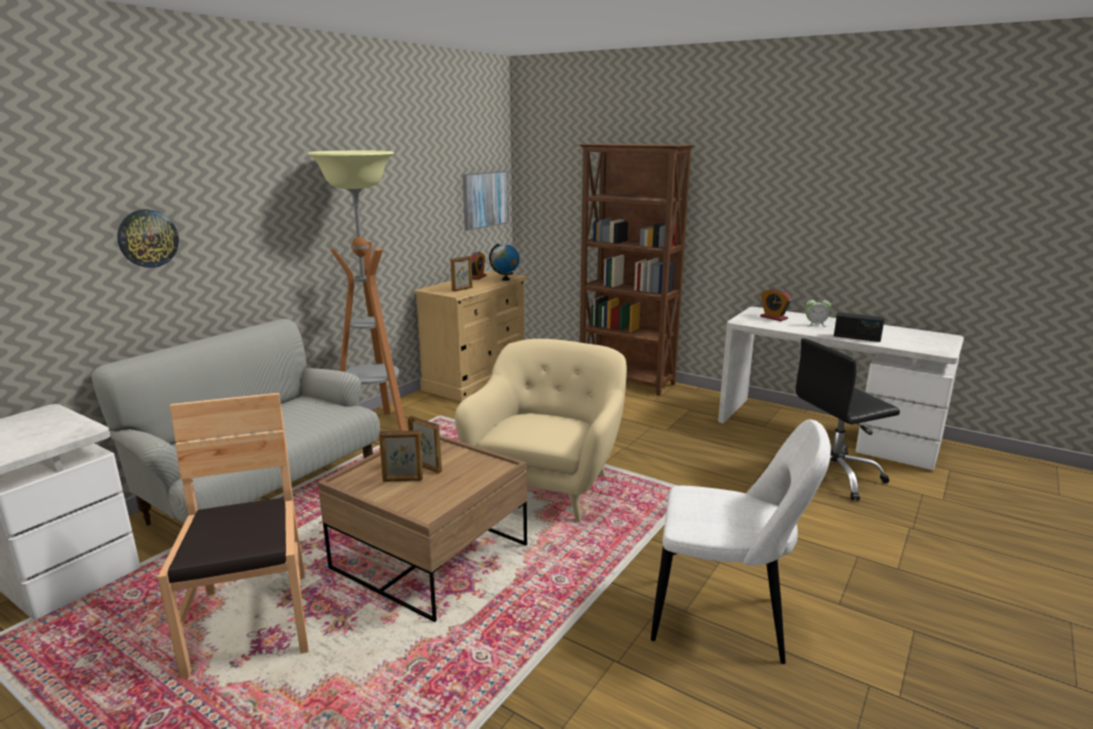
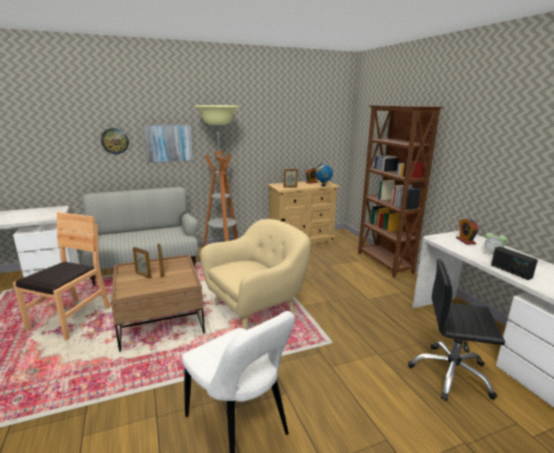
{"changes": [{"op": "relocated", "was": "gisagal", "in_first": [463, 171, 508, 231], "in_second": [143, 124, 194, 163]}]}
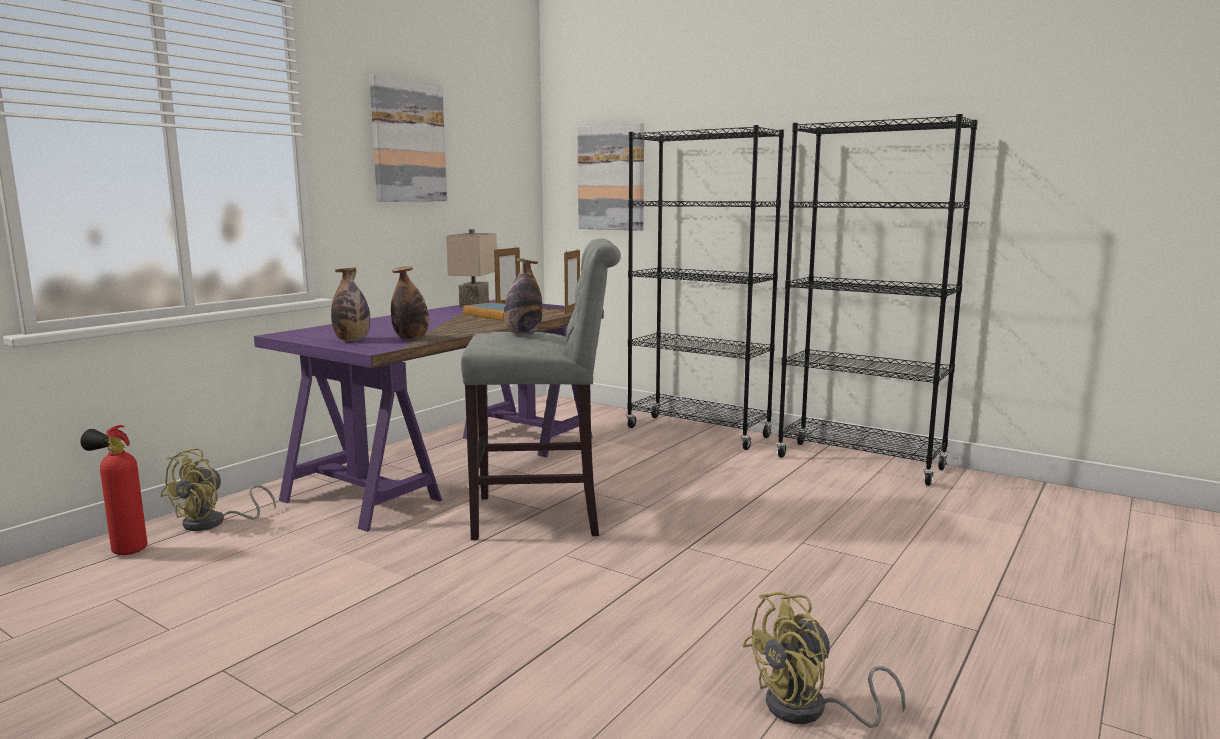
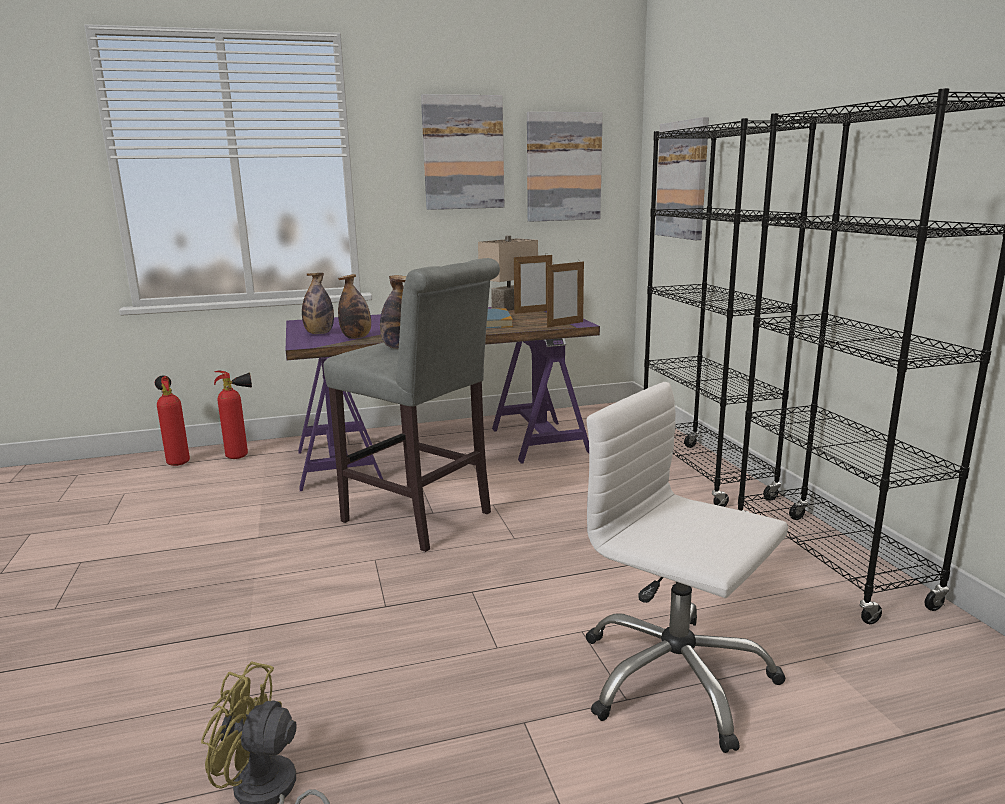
{"changes": [{"op": "exchanged", "was": "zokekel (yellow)", "now": "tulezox", "in_first": [160, 448, 276, 531], "in_second": [214, 370, 252, 459]}, {"op": "appeared", "now": "gisagal", "in_second": [527, 112, 603, 222]}, {"op": "appeared", "now": "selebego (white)", "in_second": [585, 382, 788, 753]}]}
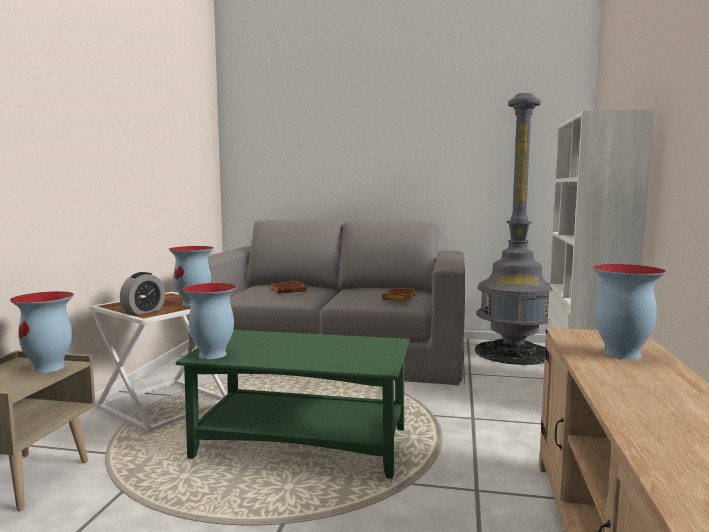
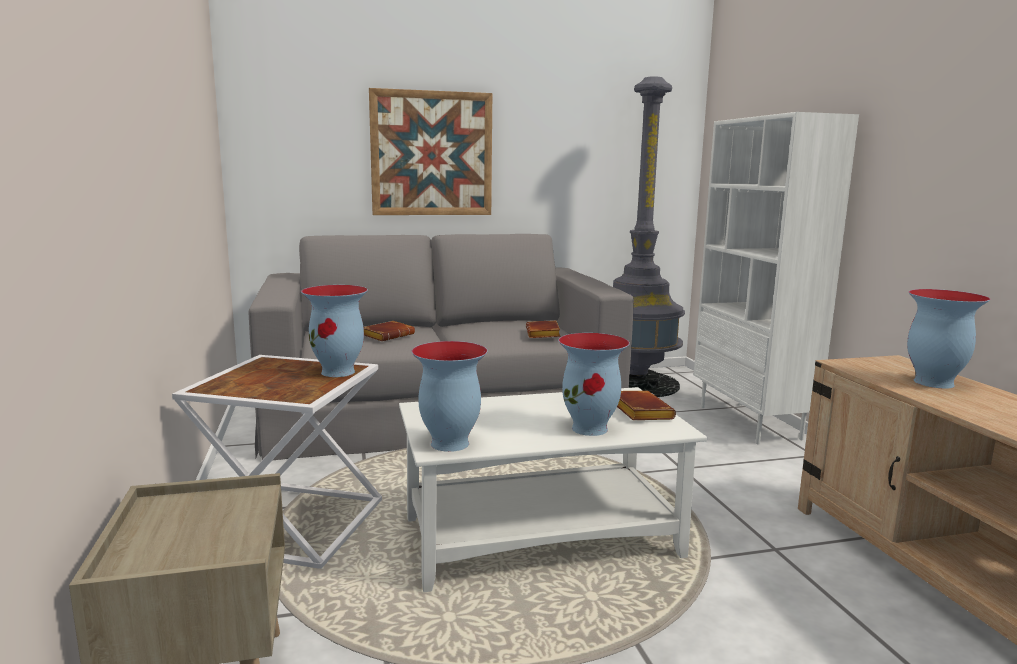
{"changes": [{"op": "relocated", "was": "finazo", "in_first": [10, 291, 74, 373], "in_second": [558, 333, 630, 436]}, {"op": "missing", "was": "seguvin", "in_first": [120, 272, 165, 315]}, {"op": "colour", "was": "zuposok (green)", "now": "zuposok (white)", "in_first": [176, 330, 410, 479], "in_second": [399, 387, 707, 592]}, {"op": "appeared", "now": "gisagal", "in_second": [369, 88, 492, 215]}, {"op": "appeared", "now": "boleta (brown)", "in_second": [617, 391, 676, 420]}]}
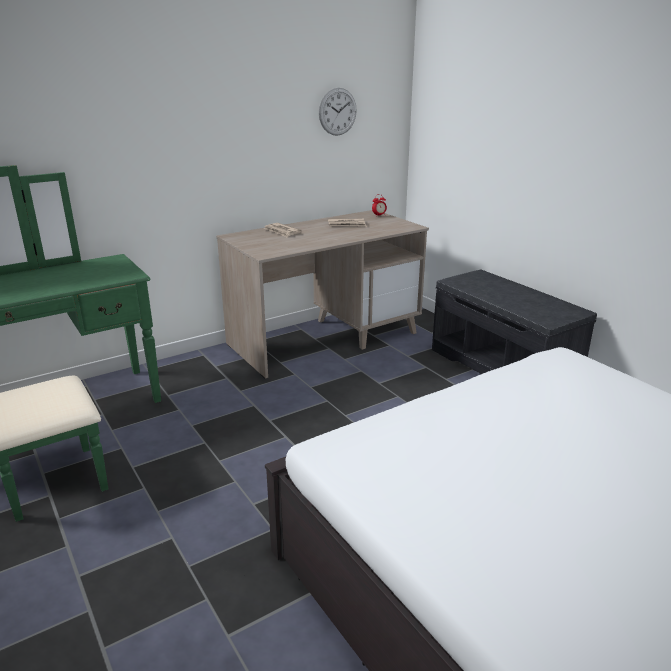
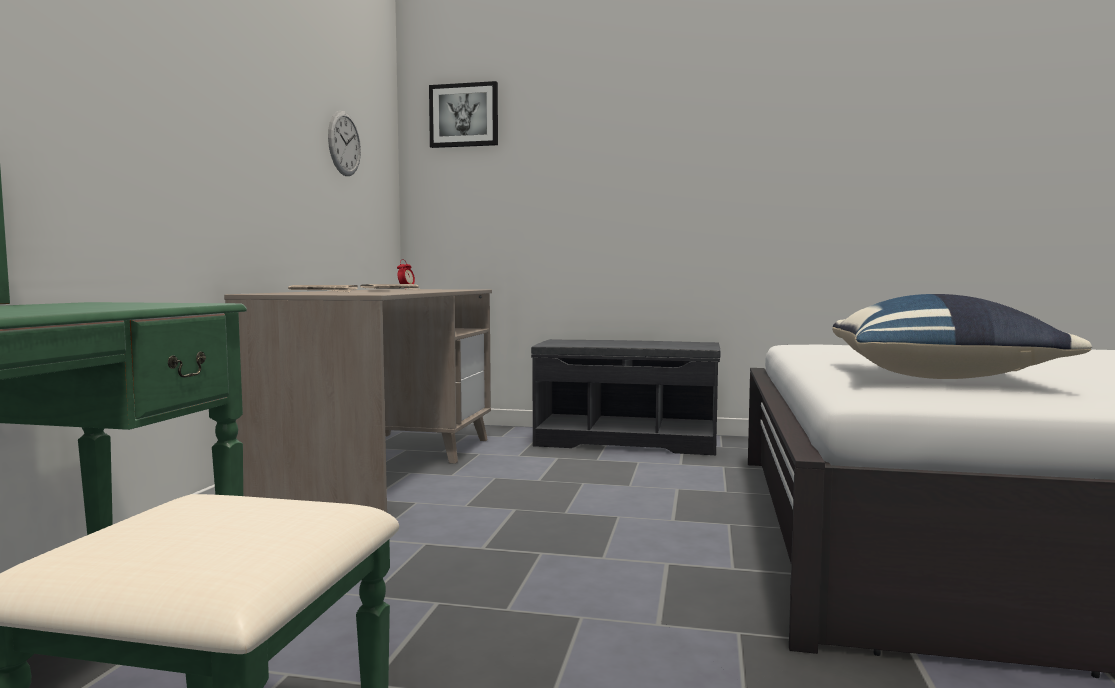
{"changes": [{"op": "appeared", "now": "gisagal", "in_second": [429, 81, 498, 148]}, {"op": "appeared", "now": "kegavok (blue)", "in_second": [832, 294, 1092, 379]}]}
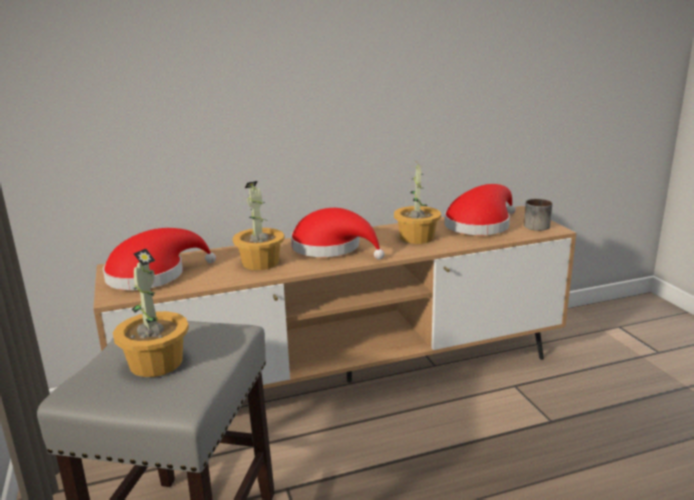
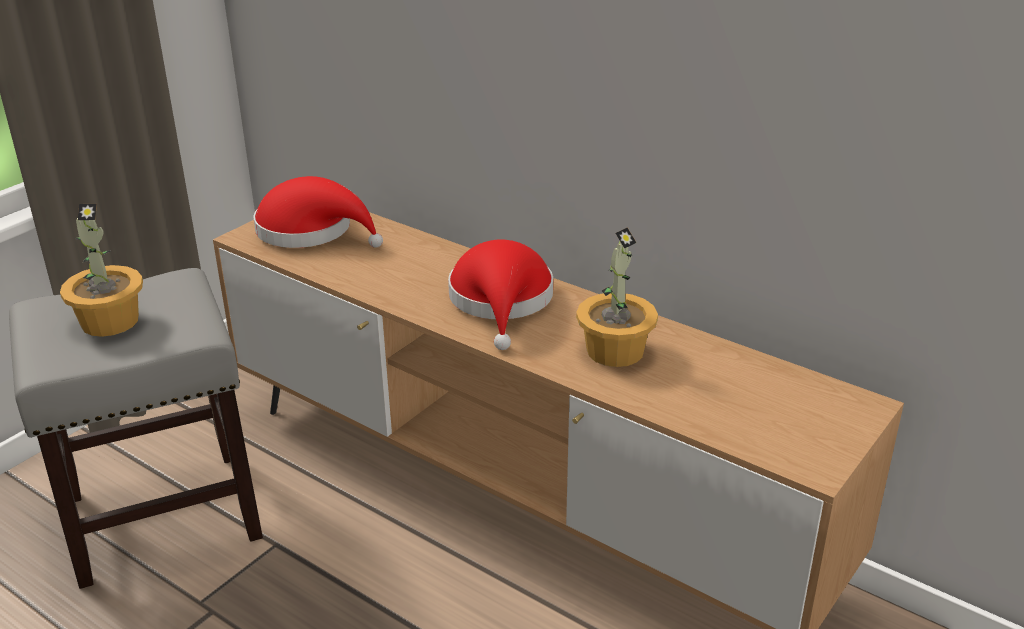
{"changes": [{"op": "missing", "was": "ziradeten", "in_first": [232, 181, 285, 270]}, {"op": "missing", "was": "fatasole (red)", "in_first": [444, 184, 516, 235]}, {"op": "missing", "was": "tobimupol", "in_first": [524, 199, 552, 231]}]}
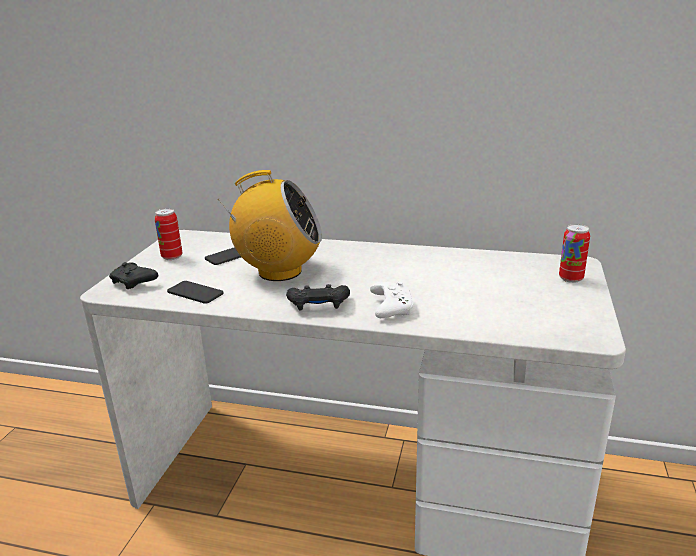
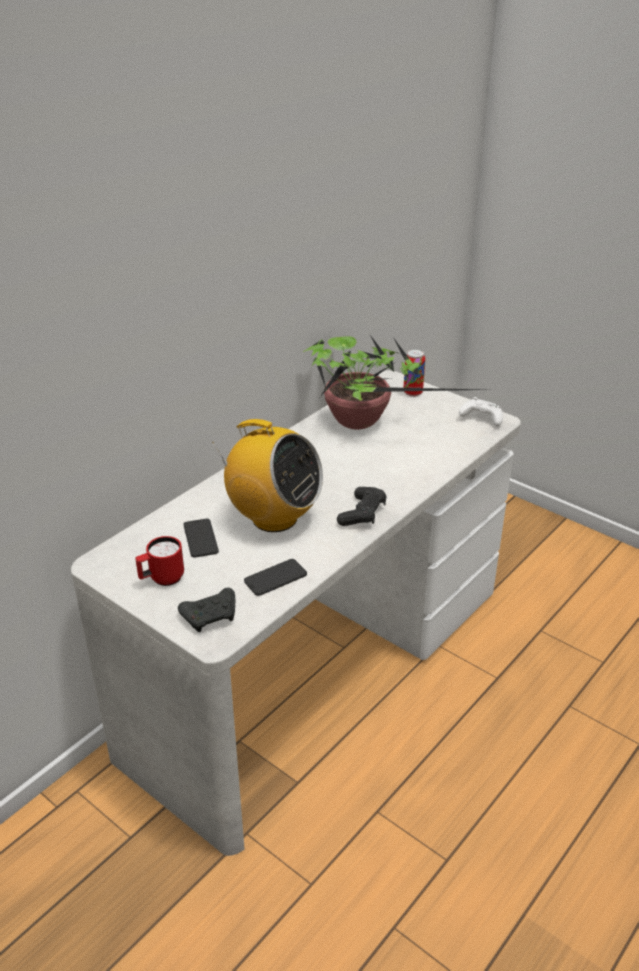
{"changes": [{"op": "exchanged", "was": "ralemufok", "now": "tobimupol (red)", "in_first": [154, 208, 182, 260], "in_second": [135, 536, 184, 586]}, {"op": "spun", "was": "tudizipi", "in_first": [217, 170, 322, 281], "in_second": [212, 419, 323, 532], "clockwise": 90}, {"op": "relocated", "was": "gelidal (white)", "in_first": [370, 281, 413, 318], "in_second": [459, 397, 503, 426]}, {"op": "appeared", "now": "ziradeten", "in_second": [303, 335, 486, 430]}]}
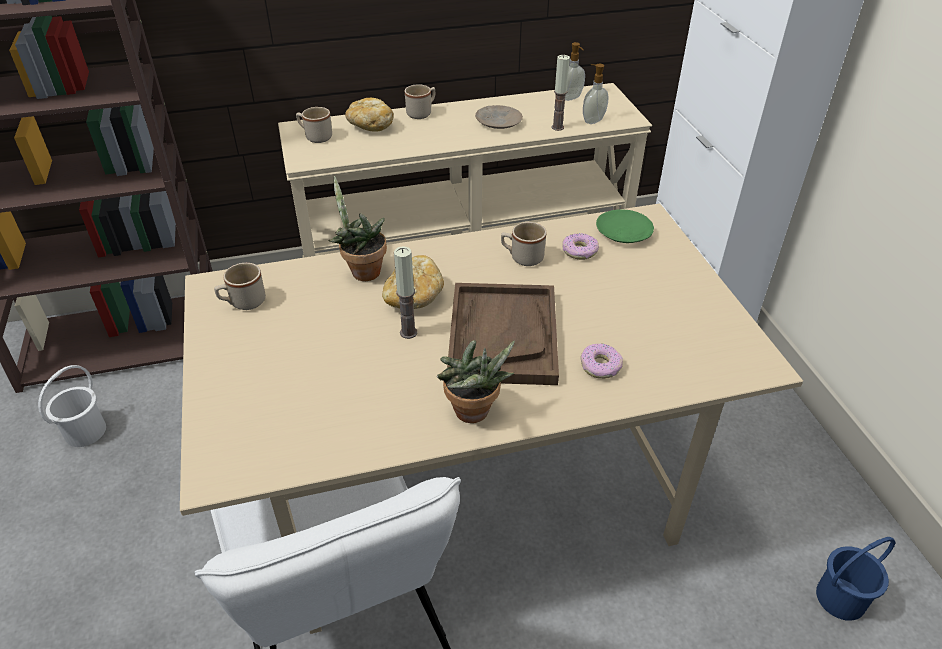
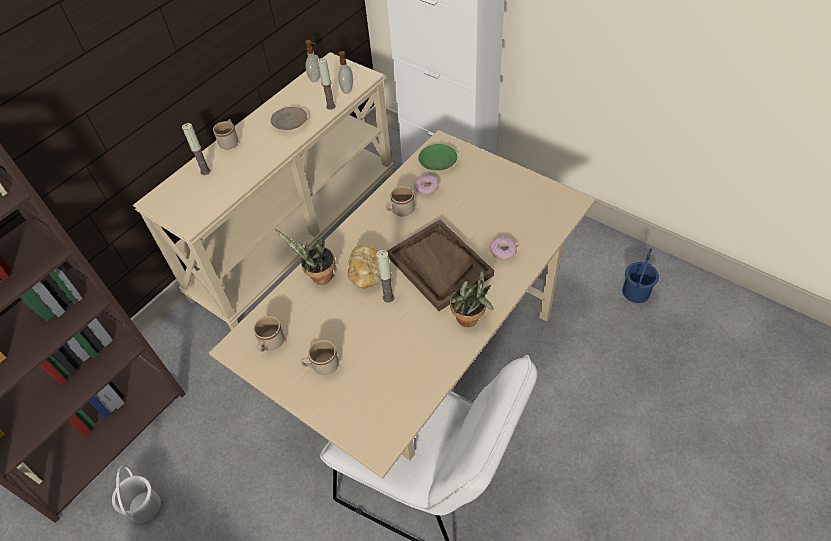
{"changes": [{"op": "relocated", "was": "tobimupol (beige)", "in_first": [296, 107, 332, 143], "in_second": [301, 340, 339, 375]}, {"op": "exchanged", "was": "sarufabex", "now": "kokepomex", "in_first": [345, 98, 394, 132], "in_second": [182, 123, 211, 175]}]}
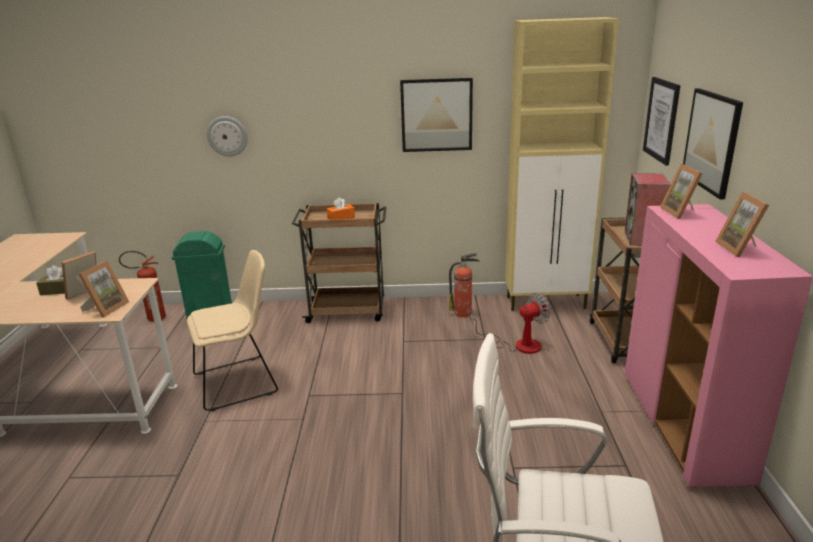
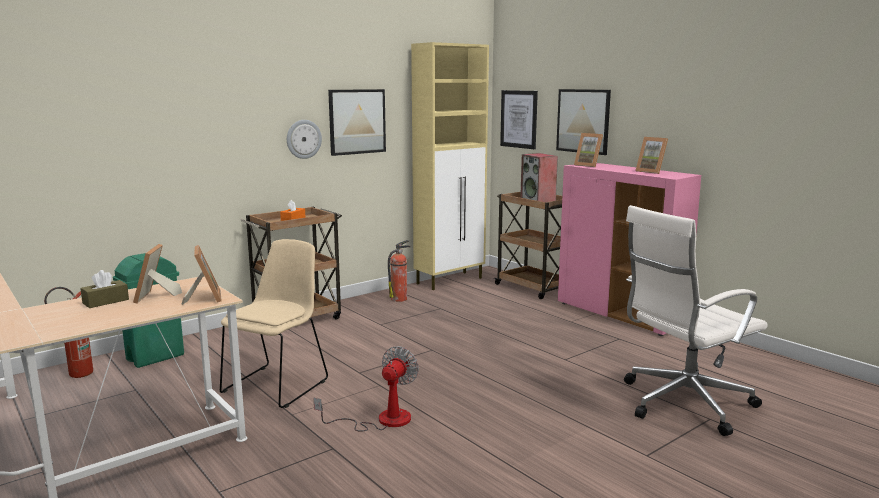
{"changes": [{"op": "relocated", "was": "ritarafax", "in_first": [207, 116, 248, 157], "in_second": [287, 120, 322, 159]}, {"op": "relocated", "was": "zokekel", "in_first": [470, 293, 551, 354], "in_second": [314, 346, 419, 432]}]}
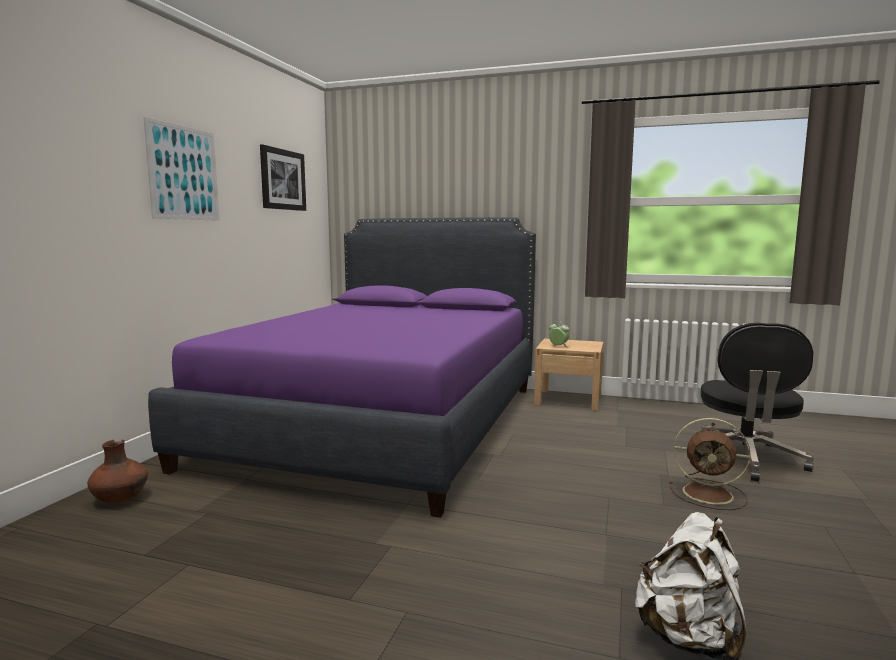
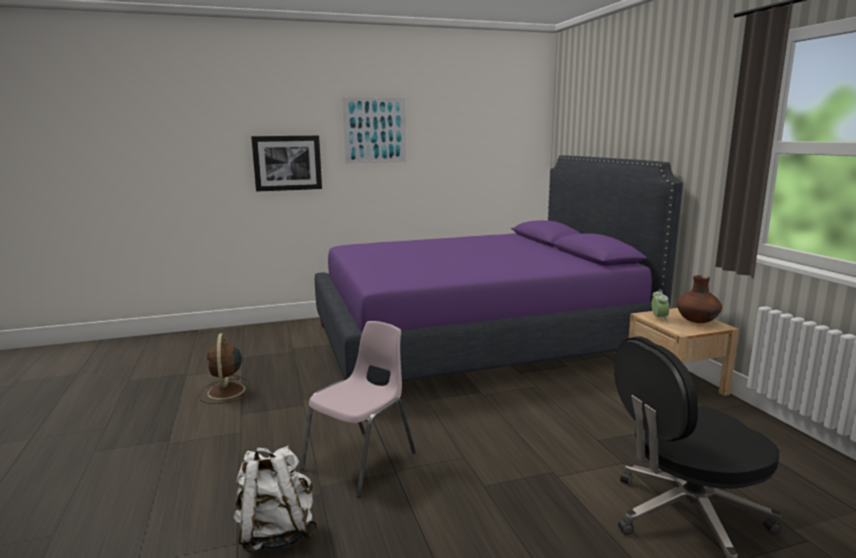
{"changes": [{"op": "relocated", "was": "finazo (brown)", "in_first": [87, 439, 148, 503], "in_second": [677, 275, 722, 323]}, {"op": "relocated", "was": "gisagal", "in_first": [260, 144, 306, 211], "in_second": [251, 135, 322, 192]}, {"op": "relocated", "was": "zokekel (brown)", "in_first": [669, 418, 751, 510], "in_second": [199, 333, 254, 404]}, {"op": "appeared", "now": "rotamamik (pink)", "in_second": [300, 321, 416, 498]}]}
